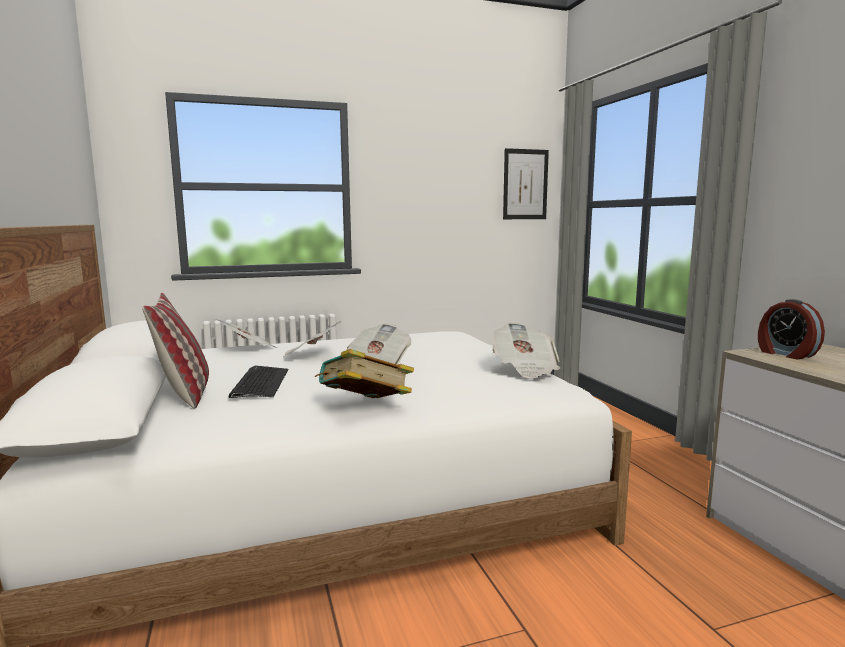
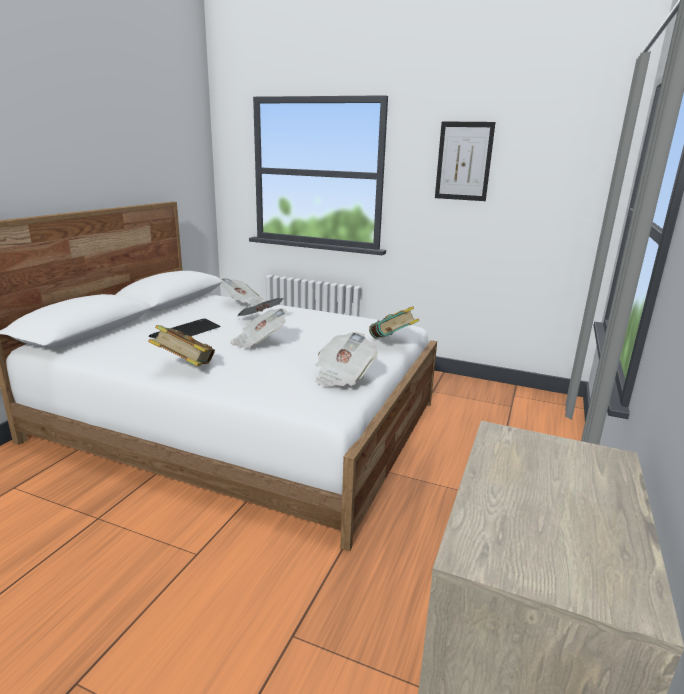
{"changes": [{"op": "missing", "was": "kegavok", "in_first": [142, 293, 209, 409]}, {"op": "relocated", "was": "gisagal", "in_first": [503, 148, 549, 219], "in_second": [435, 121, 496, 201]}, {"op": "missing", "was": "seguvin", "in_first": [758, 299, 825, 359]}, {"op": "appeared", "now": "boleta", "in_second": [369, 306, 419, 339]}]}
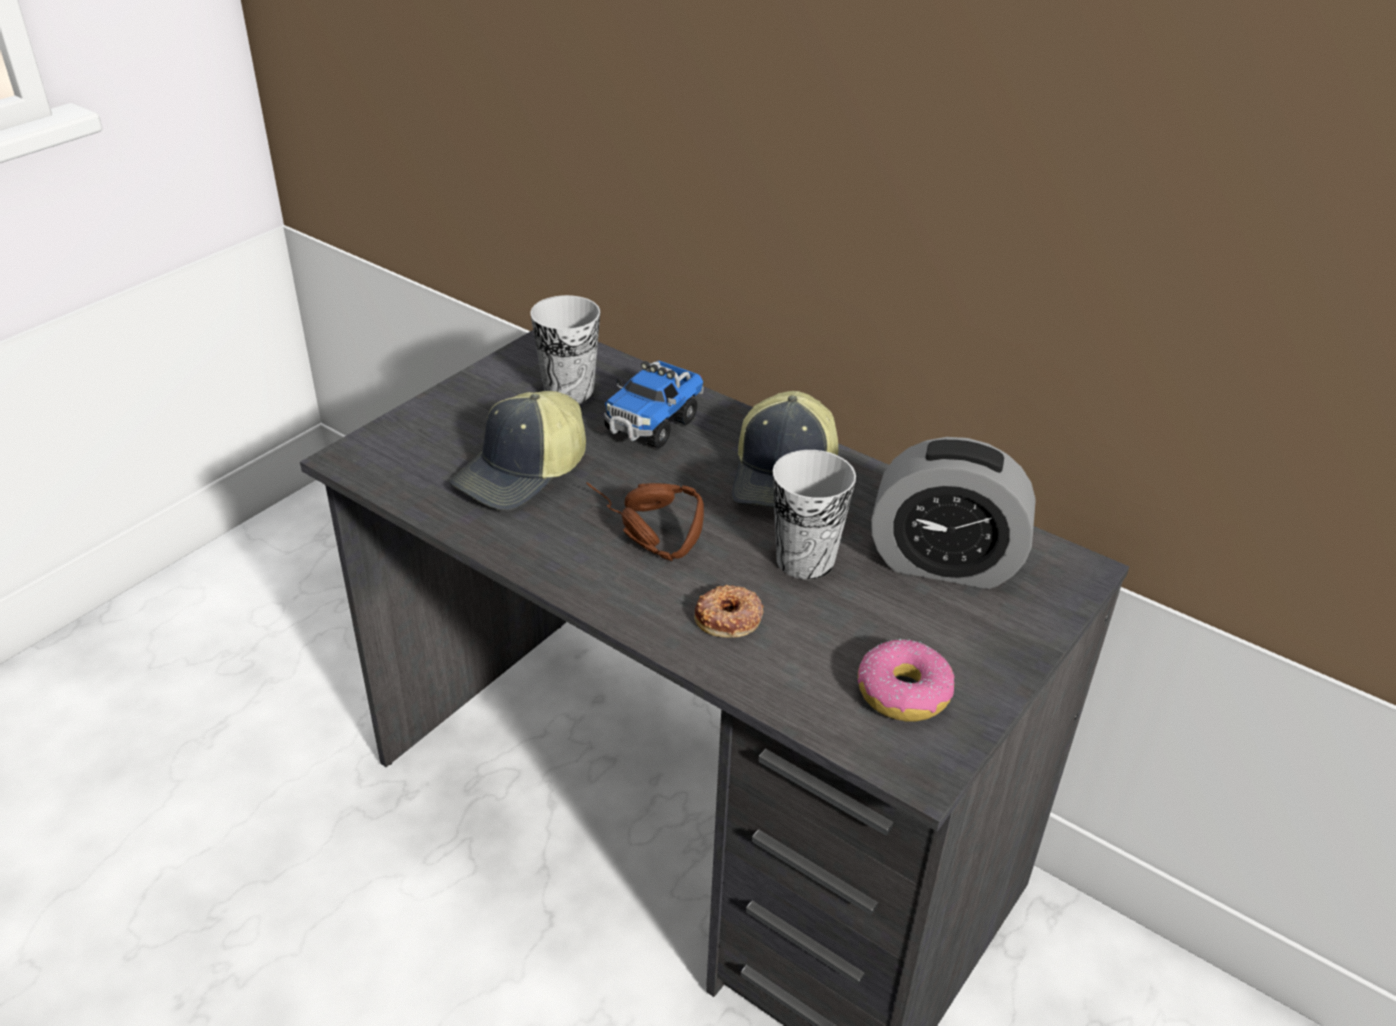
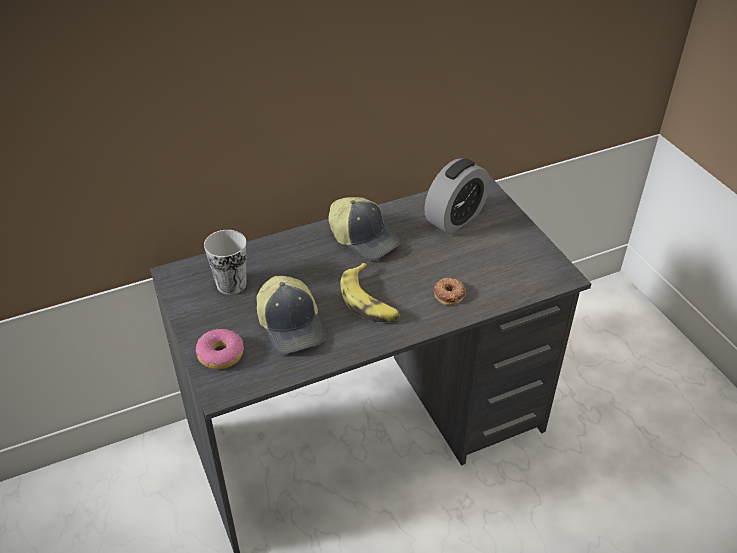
{"changes": [{"op": "exchanged", "was": "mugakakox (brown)", "now": "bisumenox", "in_first": [586, 482, 704, 561], "in_second": [340, 263, 400, 322]}, {"op": "missing", "was": "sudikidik", "in_first": [604, 361, 704, 448]}, {"op": "missing", "was": "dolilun", "in_first": [773, 450, 856, 579]}, {"op": "relocated", "was": "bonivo", "in_first": [858, 639, 954, 721], "in_second": [196, 329, 244, 369]}]}
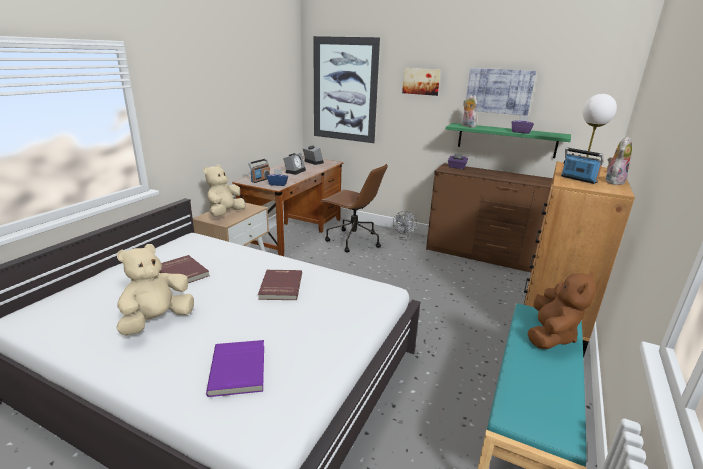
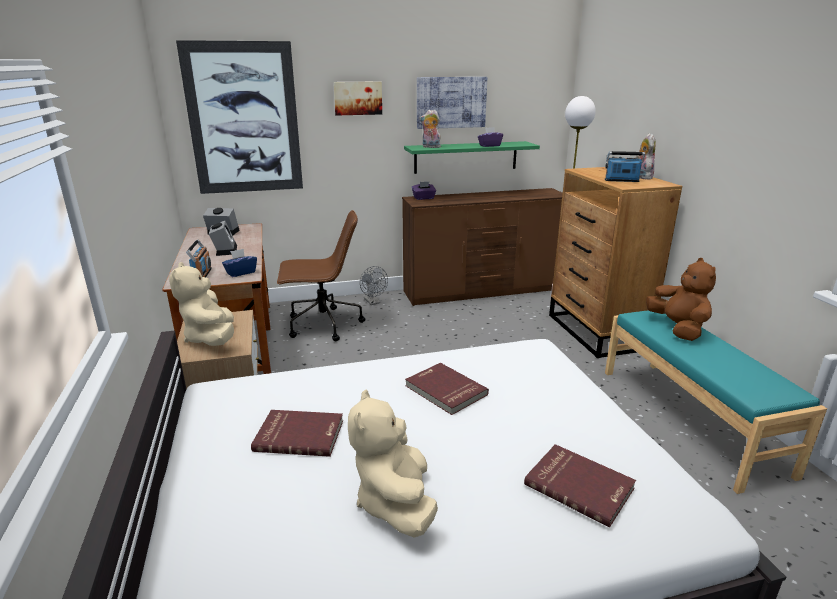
{"changes": [{"op": "colour", "was": "boleta (purple)", "now": "boleta (red)", "in_first": [206, 340, 264, 397], "in_second": [524, 444, 636, 528]}]}
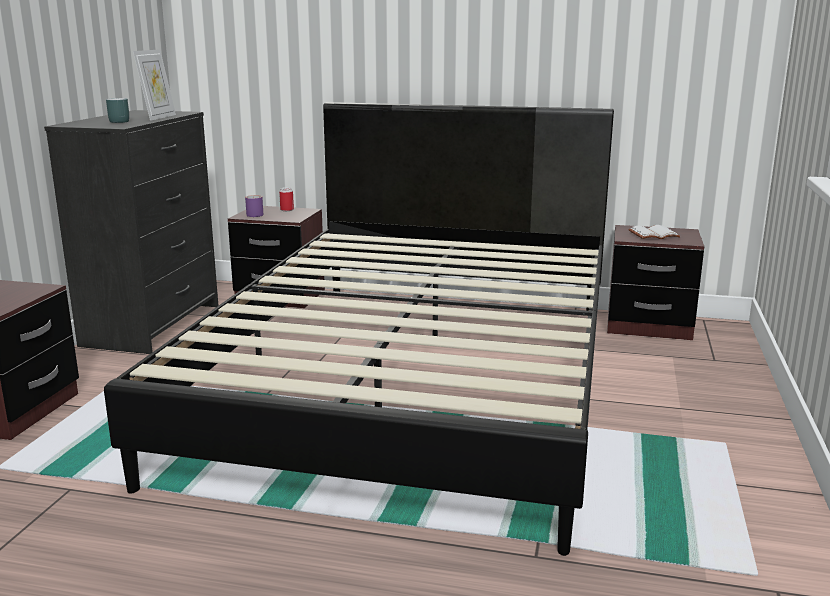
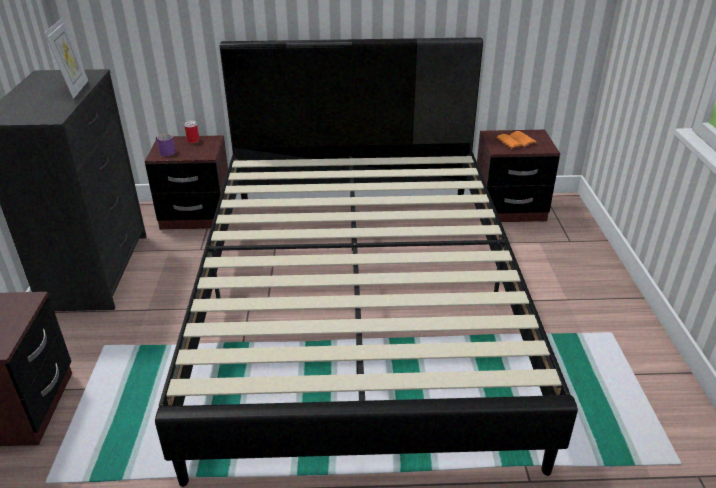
{"changes": [{"op": "missing", "was": "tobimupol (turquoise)", "in_first": [106, 98, 129, 123]}, {"op": "colour", "was": "boleta (white)", "now": "boleta (orange)", "in_first": [628, 225, 681, 239], "in_second": [495, 131, 538, 150]}]}
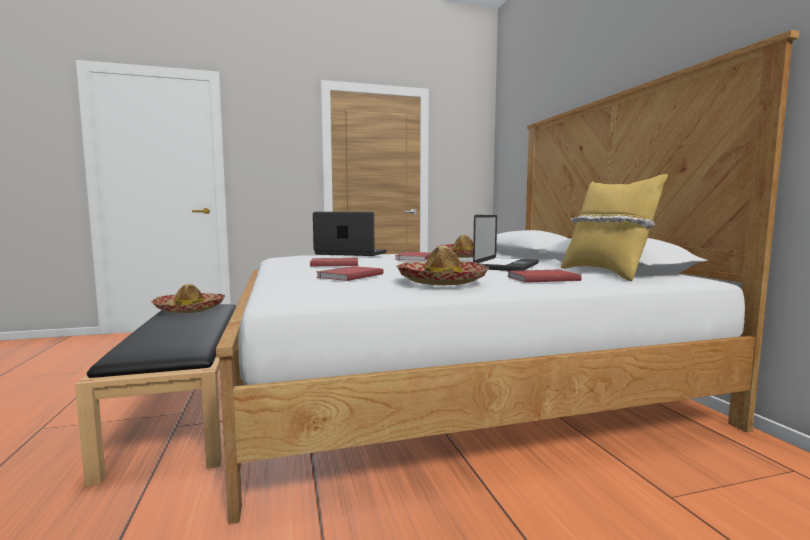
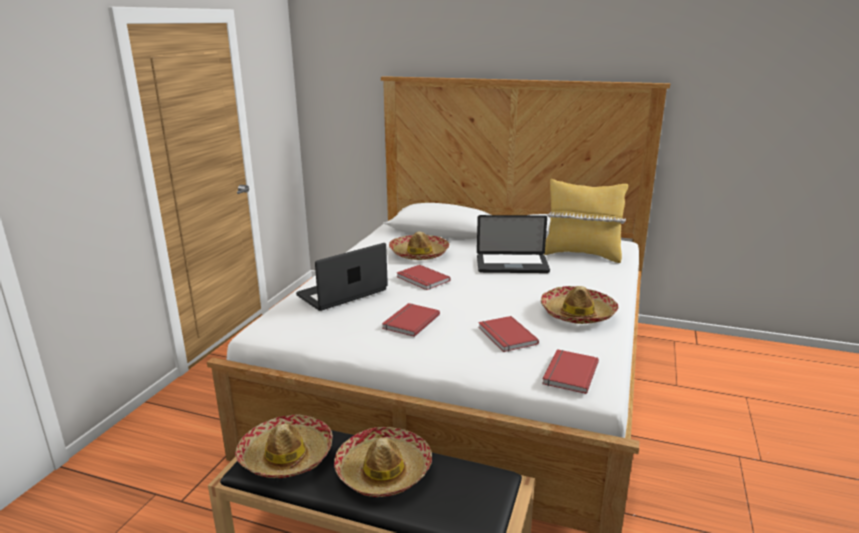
{"changes": [{"op": "spun", "was": "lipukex", "in_first": [473, 215, 539, 271], "in_second": [477, 215, 550, 273], "clockwise": 120}, {"op": "relocated", "was": "boleta (red)", "in_first": [507, 270, 582, 283], "in_second": [542, 349, 599, 394]}, {"op": "appeared", "now": "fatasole", "in_second": [334, 427, 432, 497]}]}
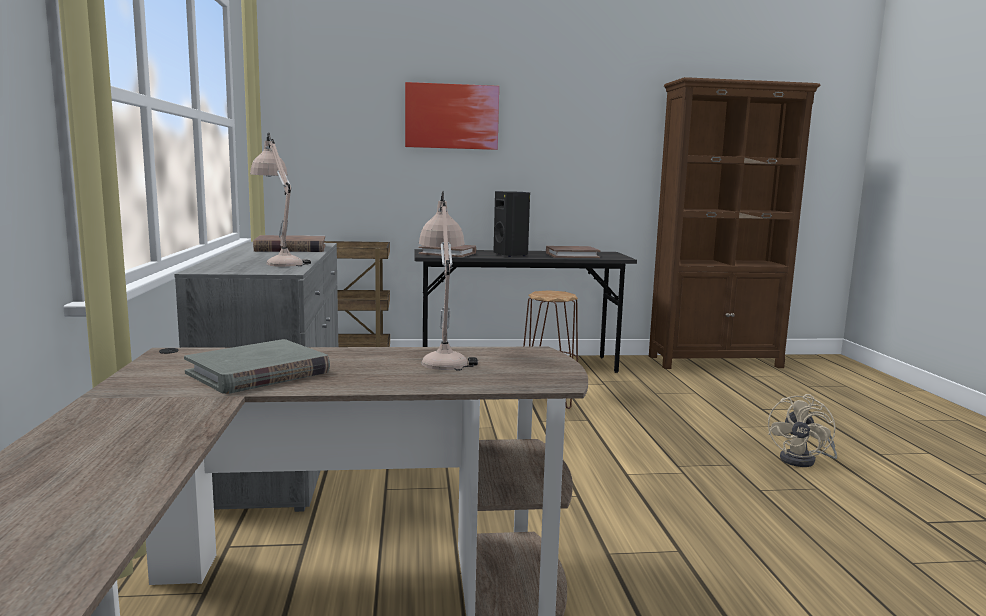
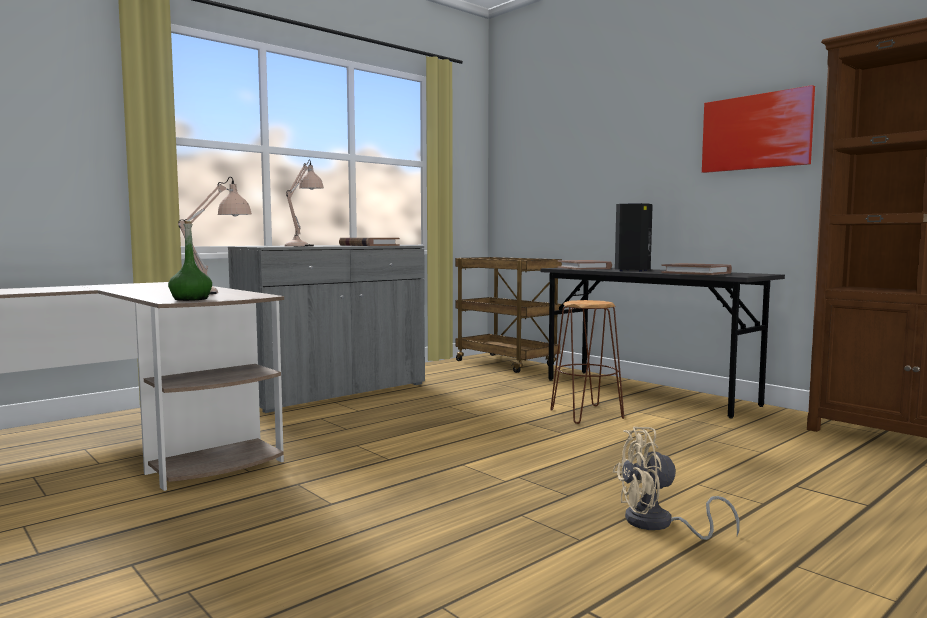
{"changes": [{"op": "missing", "was": "boleta (grey)", "in_first": [184, 339, 330, 394]}, {"op": "relocated", "was": "gisagal", "in_first": [405, 82, 499, 150], "in_second": [702, 85, 815, 173]}, {"op": "appeared", "now": "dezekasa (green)", "in_second": [168, 221, 212, 301]}]}
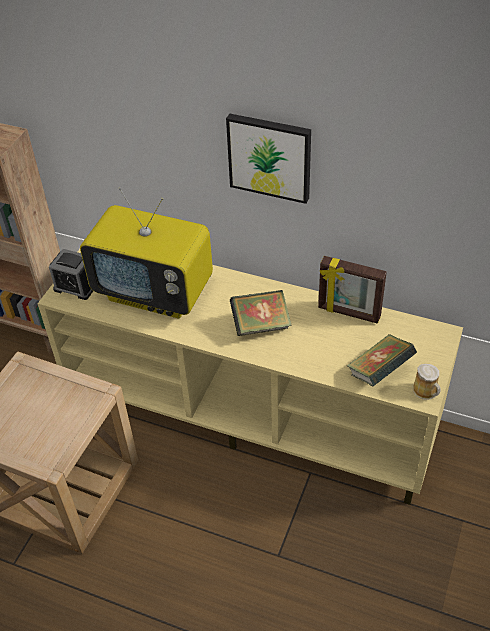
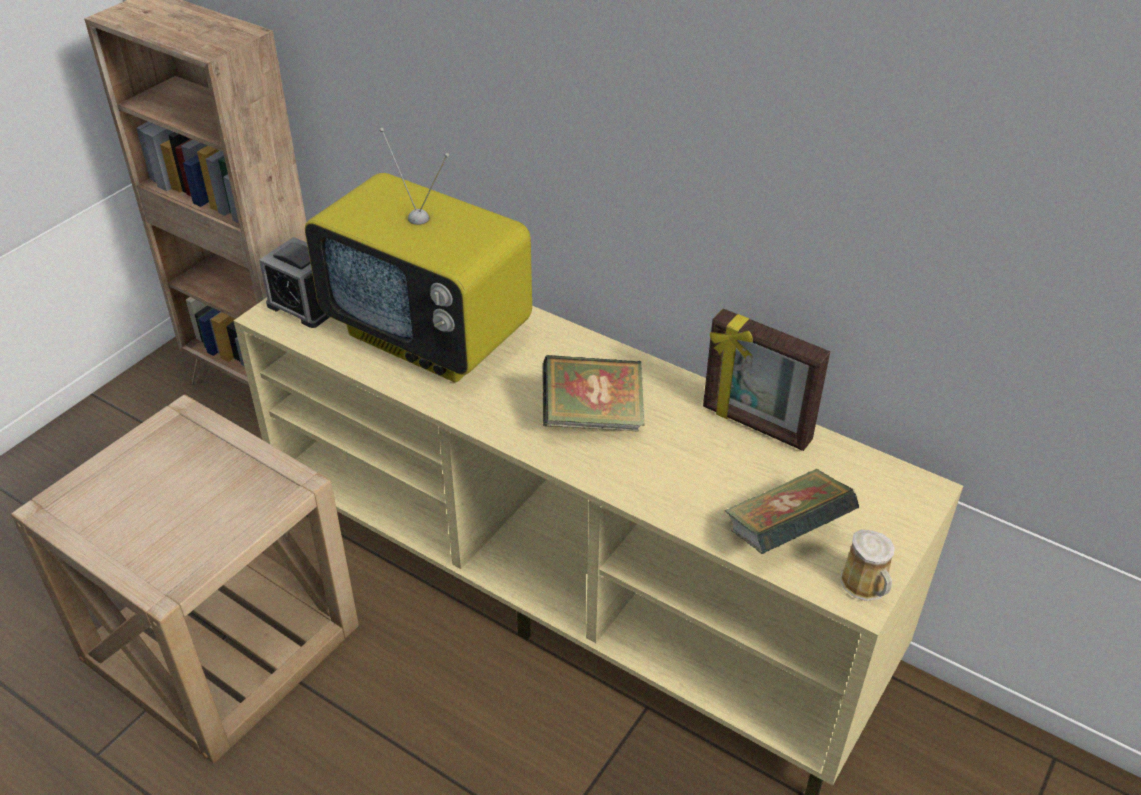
{"changes": [{"op": "missing", "was": "gisagal", "in_first": [226, 114, 311, 204]}]}
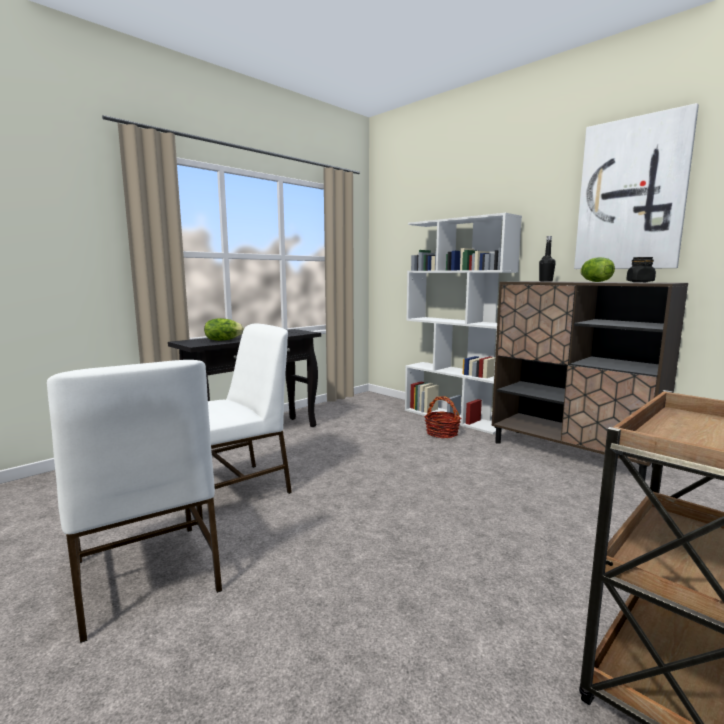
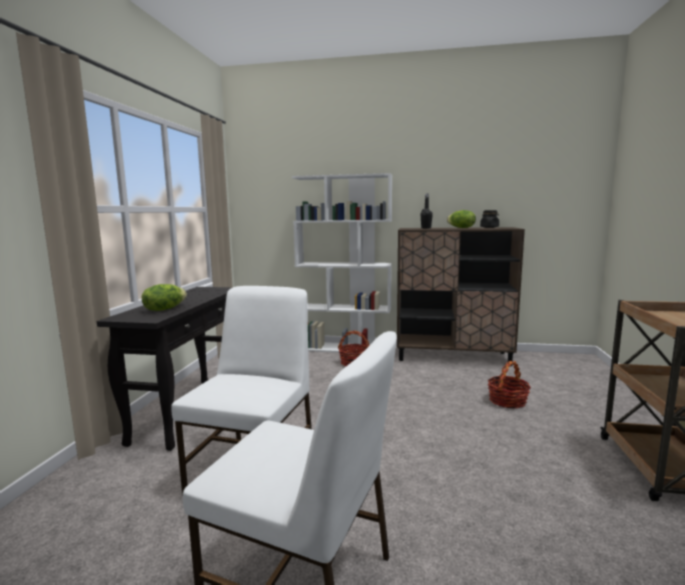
{"changes": [{"op": "missing", "was": "gisagal", "in_first": [574, 103, 699, 269]}, {"op": "appeared", "now": "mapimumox", "in_second": [488, 361, 531, 409]}]}
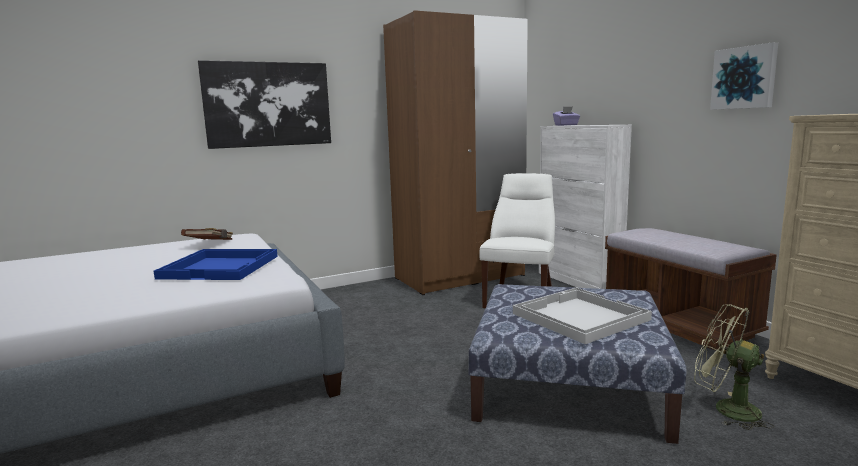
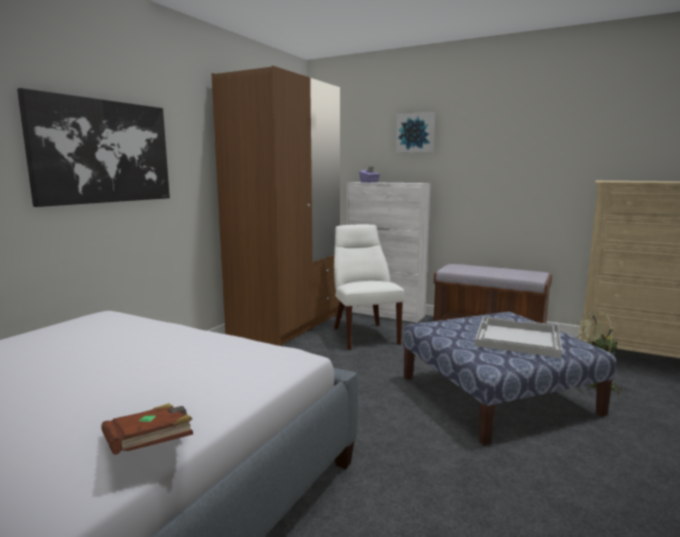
{"changes": [{"op": "missing", "was": "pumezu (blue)", "in_first": [154, 249, 278, 280]}, {"op": "relocated", "was": "boleta (brown)", "in_first": [181, 228, 233, 240], "in_second": [101, 403, 193, 455]}, {"op": "relocated", "was": "gisagal", "in_first": [710, 42, 778, 110], "in_second": [396, 112, 435, 153]}]}
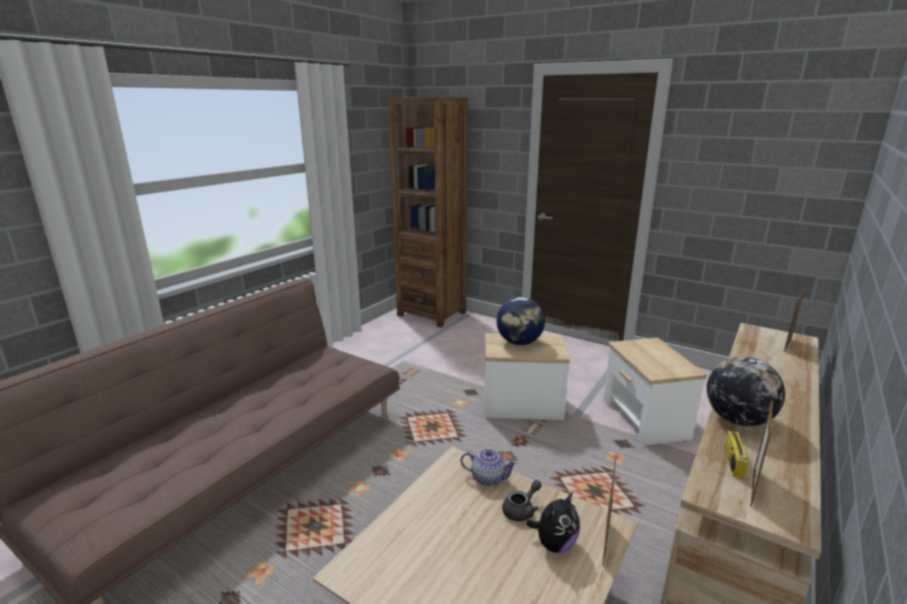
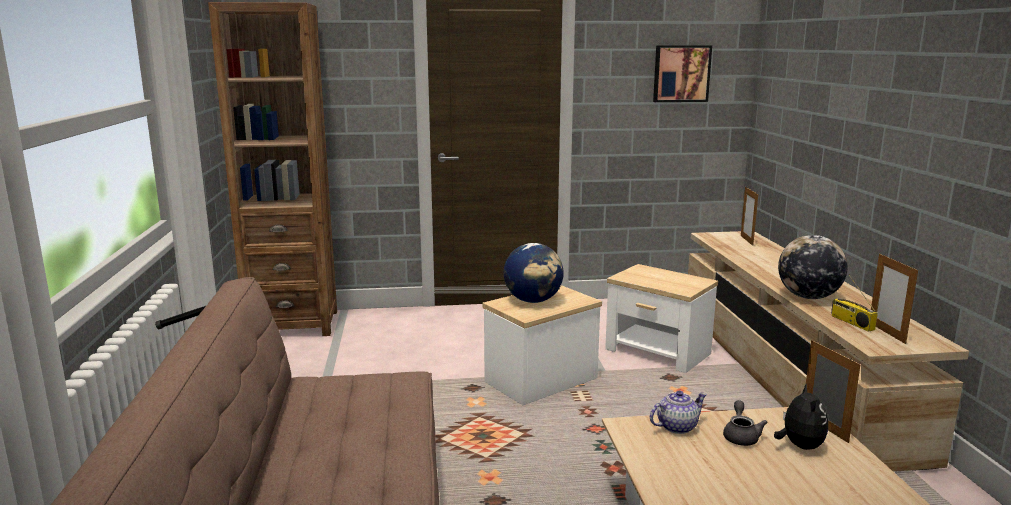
{"changes": [{"op": "appeared", "now": "gisagal", "in_second": [653, 45, 712, 102]}]}
